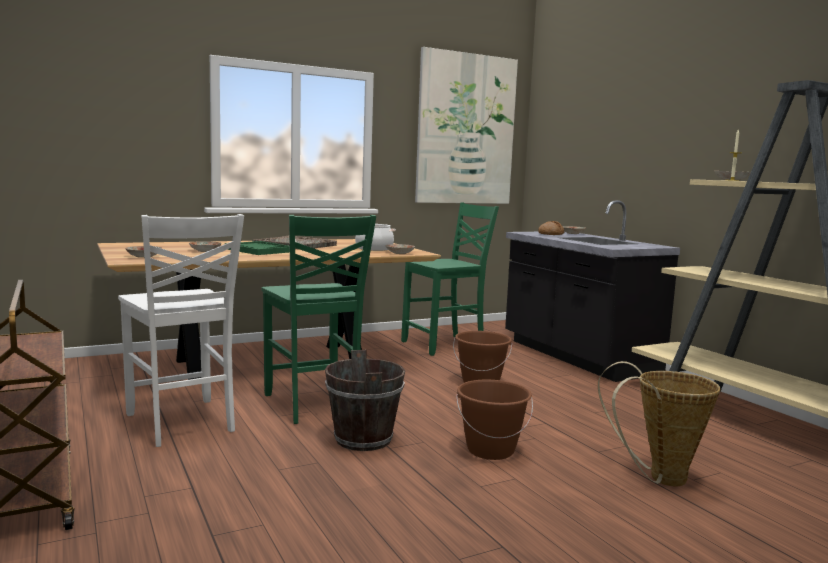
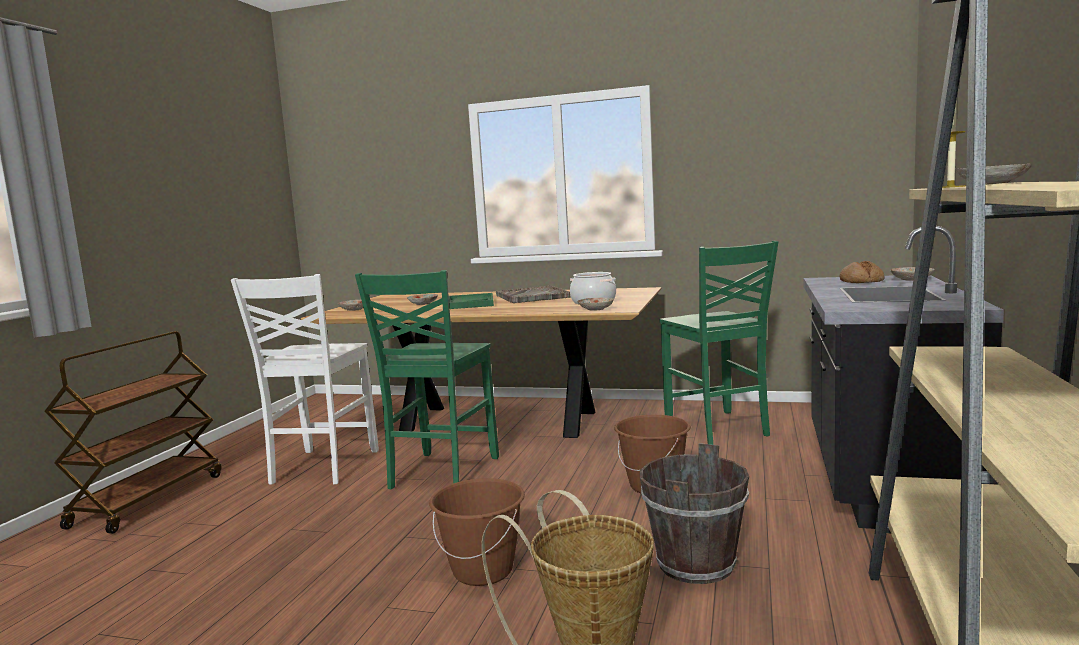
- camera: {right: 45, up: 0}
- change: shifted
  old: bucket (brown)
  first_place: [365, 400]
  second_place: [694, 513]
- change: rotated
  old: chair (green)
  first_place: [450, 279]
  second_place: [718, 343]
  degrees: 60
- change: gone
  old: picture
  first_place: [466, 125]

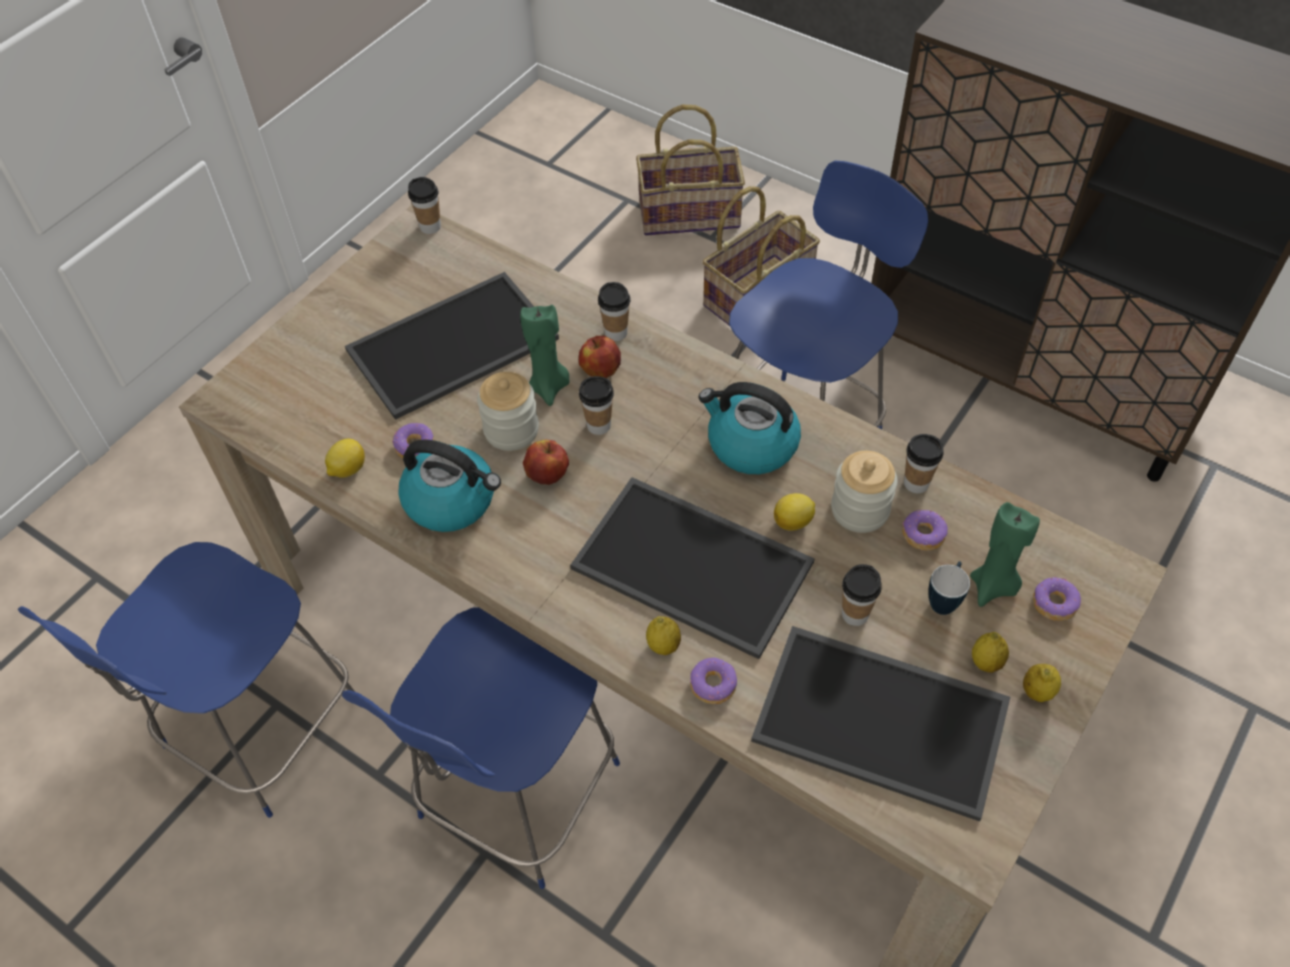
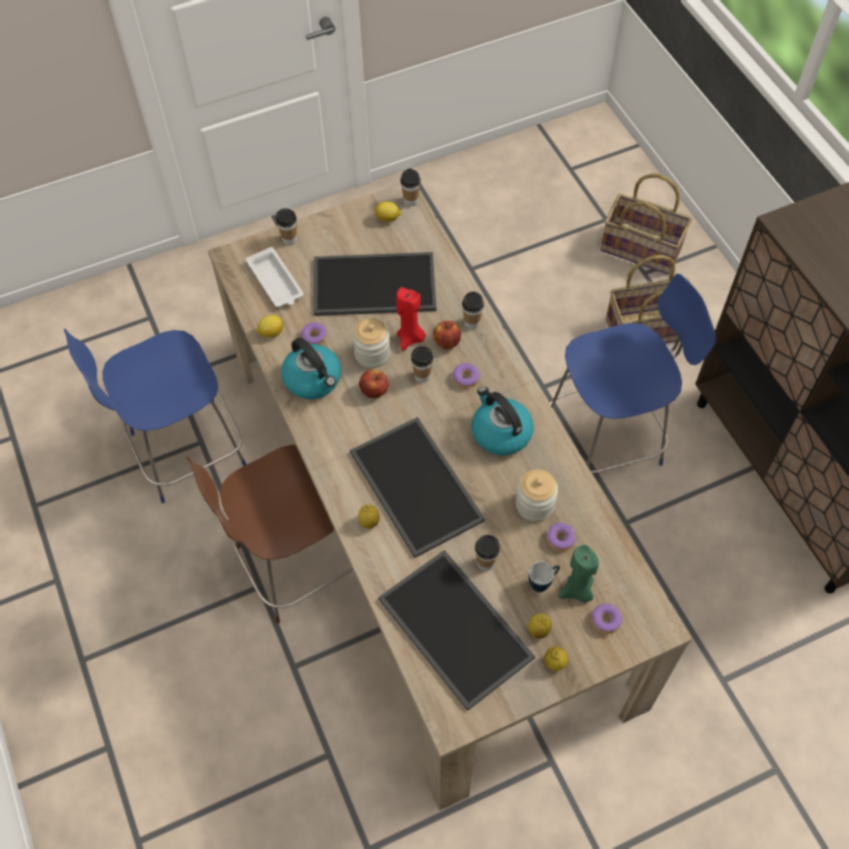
- camera: {right: 30, up: 5}
- change: repainted
  old: chair (blue)
  new: chair (brown)
  first_place: [481, 748]
  second_place: [269, 534]
- change: new
  new: tray (white)
  second_place: [275, 277]
- change: shifted
  old: cup
  first_place: [924, 463]
  second_place: [286, 226]
- change: shifted
  old: lemon
  first_place: [794, 512]
  second_place: [388, 211]
- change: repainted
  old: candle (green)
  new: candle (red)
  first_place: [545, 355]
  second_place: [411, 319]
- change: shifted
  old: donut
  first_place: [713, 681]
  second_place: [466, 376]

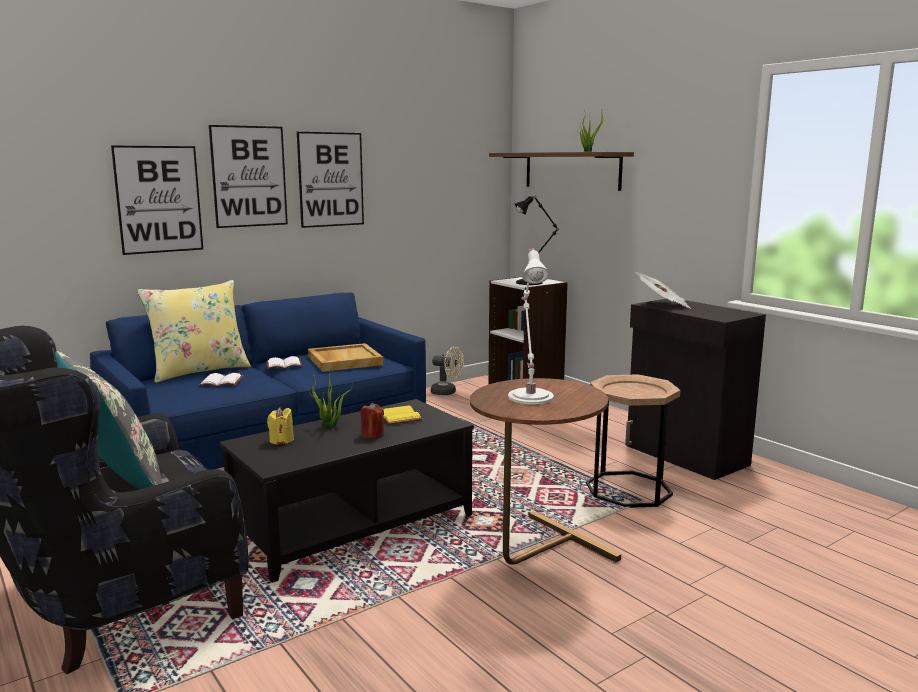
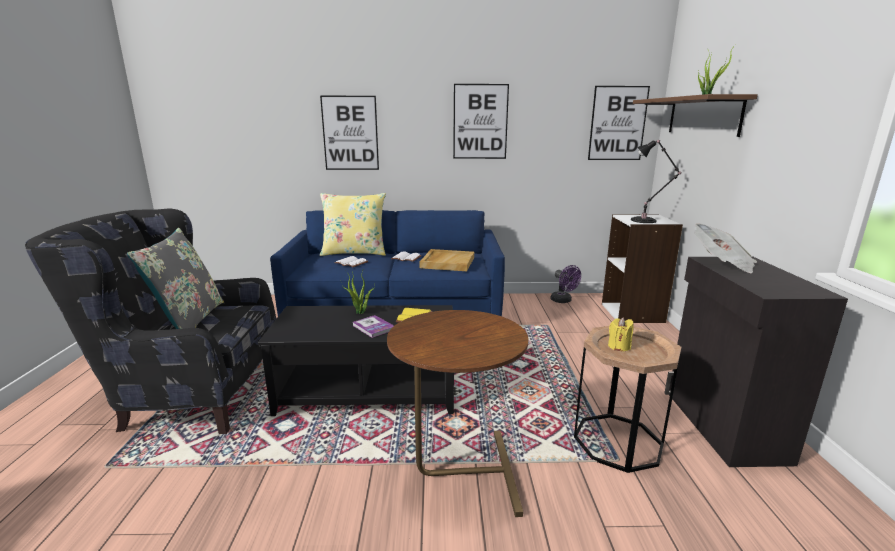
- camera: {right: 35, up: 5}
- change: swapped
  old: candle (red)
  new: book
  first_place: [372, 420]
  second_place: [373, 326]
- change: repainted
  old: fan (beige)
  new: fan (purple)
  first_place: [447, 370]
  second_place: [565, 284]
- change: shifted
  old: picture
  first_place: [248, 176]
  second_place: [619, 123]
- change: shifted
  old: candle (yellow)
  first_place: [280, 426]
  second_place: [621, 334]
- change: gone
  old: table lamp (white)
  first_place: [531, 326]

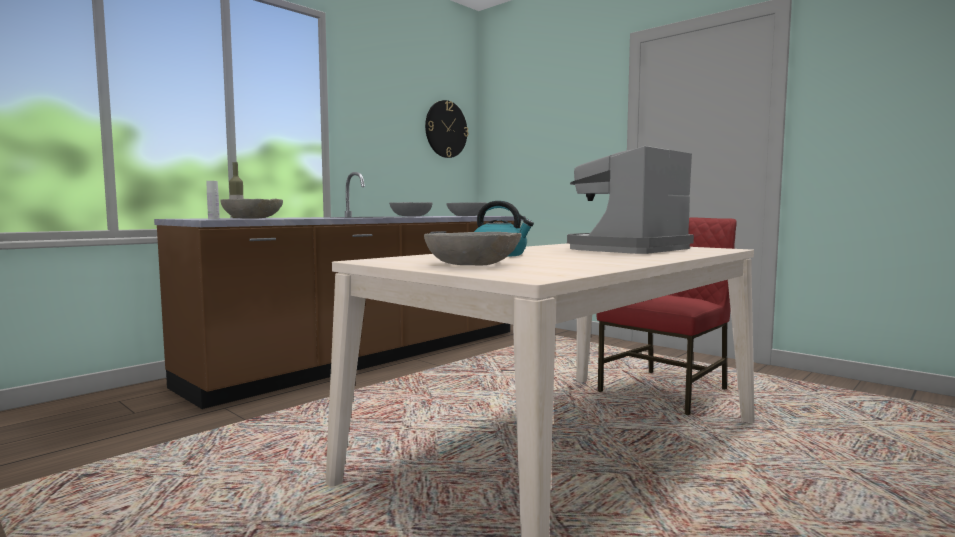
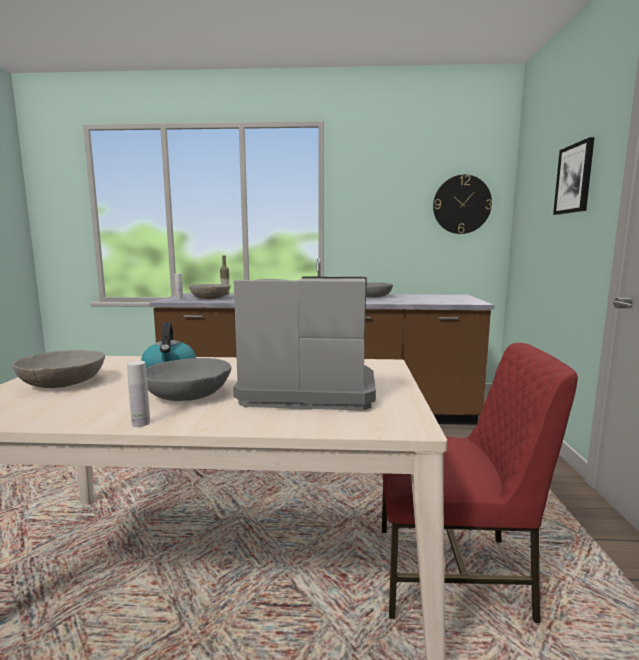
- camera: {right: 50, up: 5}
- change: new
  new: bottle (white)
  second_place: [138, 394]
- change: shifted
  old: bowl (grey)
  first_place: [466, 209]
  second_place: [189, 379]
- change: new
  new: picture
  second_place: [573, 176]

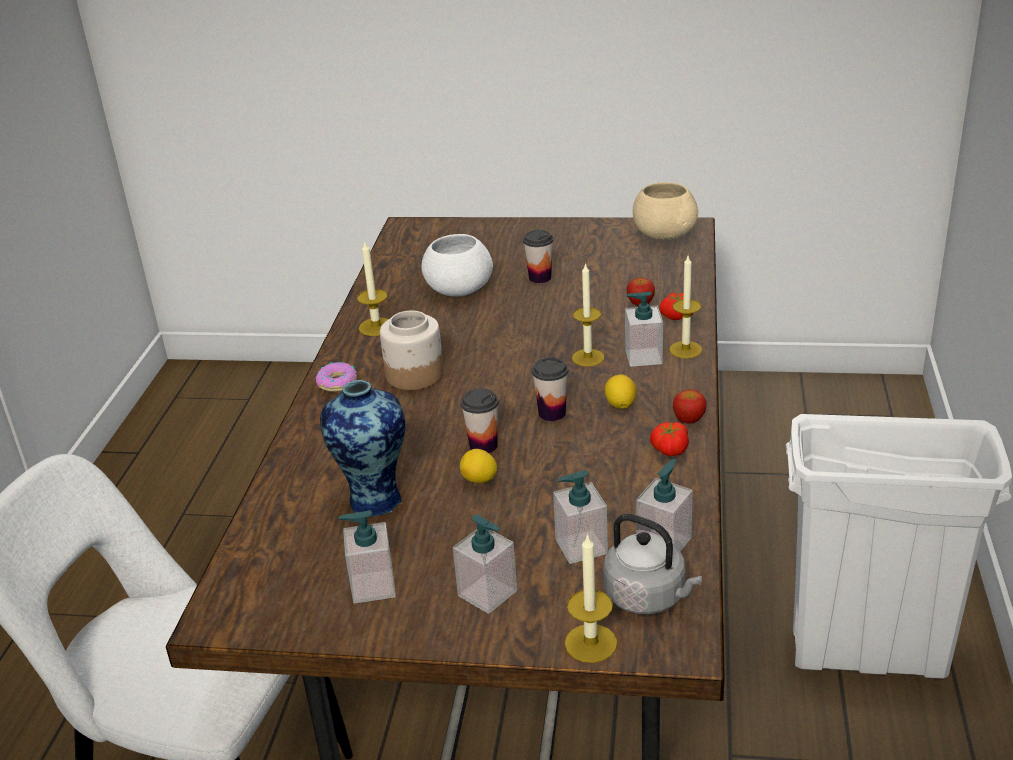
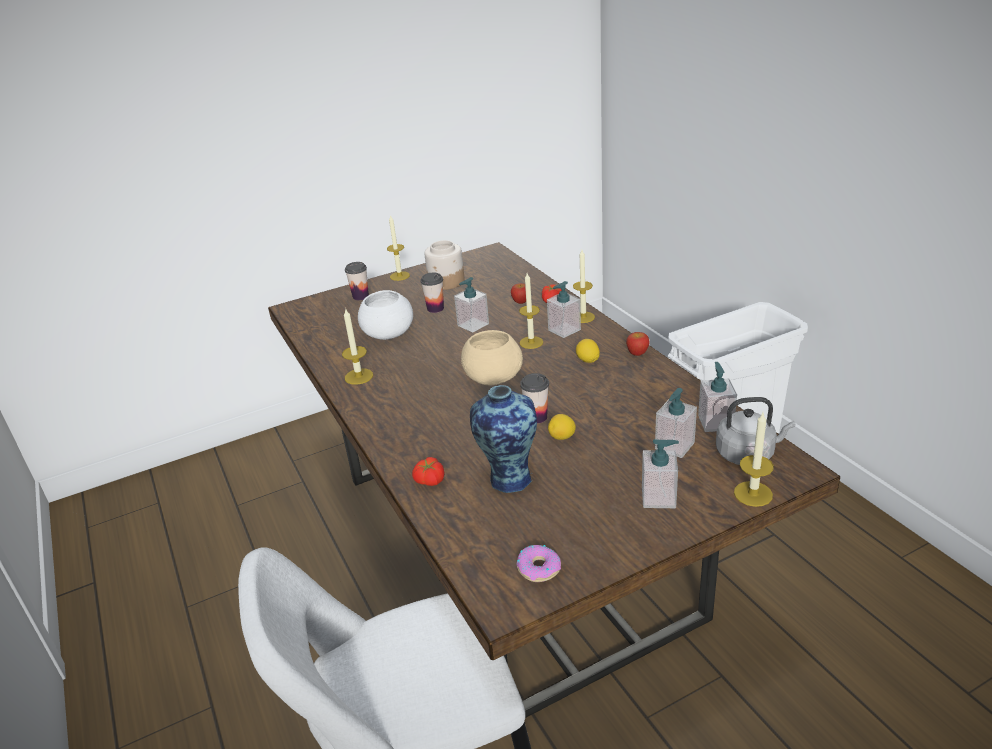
- camera: {right: -35, up: 0}
- change: shifted
  old: cup
  first_place: [550, 389]
  second_place: [357, 281]
- change: new
  new: candle
  second_place: [398, 247]
- change: shifted
  old: tomato
  first_place: [669, 439]
  second_place: [428, 471]
- change: shifted
  old: jar
  first_place: [412, 350]
  second_place: [444, 265]
- change: shifted
  old: soap dispenser
  first_place: [367, 557]
  second_place: [471, 304]
- change: shifted
  old: bowl (beige)
  first_place: [665, 210]
  second_place: [492, 358]
- change: shifted
  old: donut
  first_place: [336, 377]
  second_place: [539, 563]

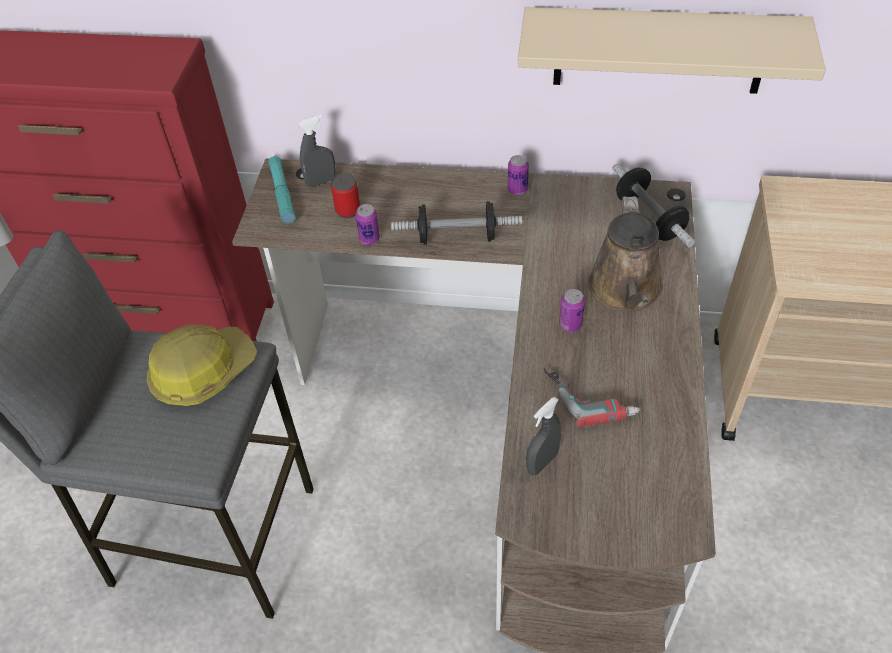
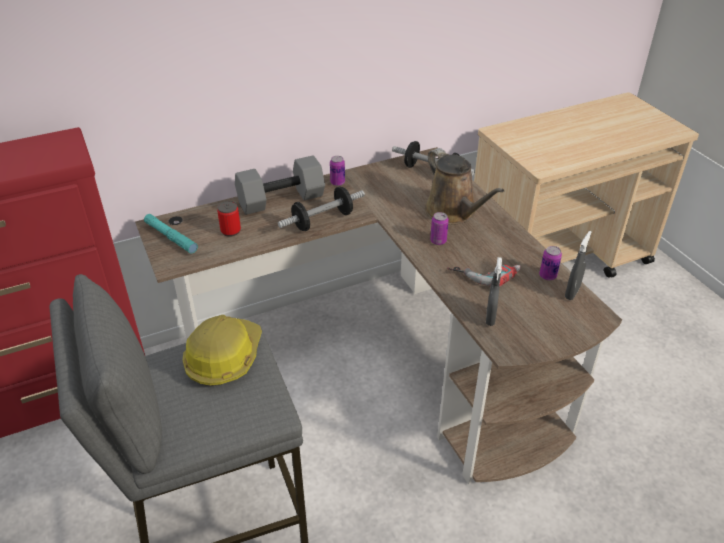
- camera: {right: -35, up: -10}
- change: new
  new: dumbbell (grey)
  second_place: [280, 185]
- change: shifted
  old: can
  first_place: [367, 224]
  second_place: [550, 263]
- change: shifted
  old: spray bottle (grey)
  first_place: [317, 151]
  second_place: [578, 265]
- change: gone
  old: shelf (beige)
  first_place: [672, 50]

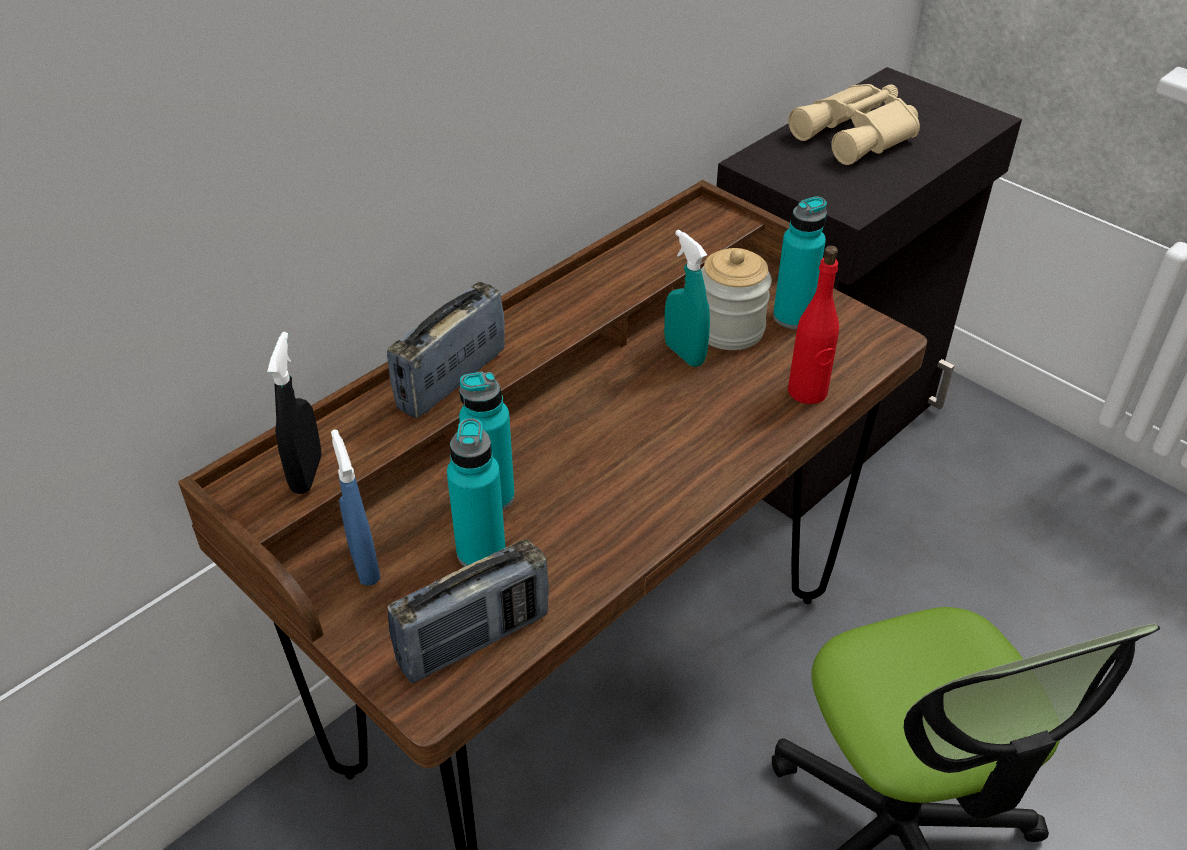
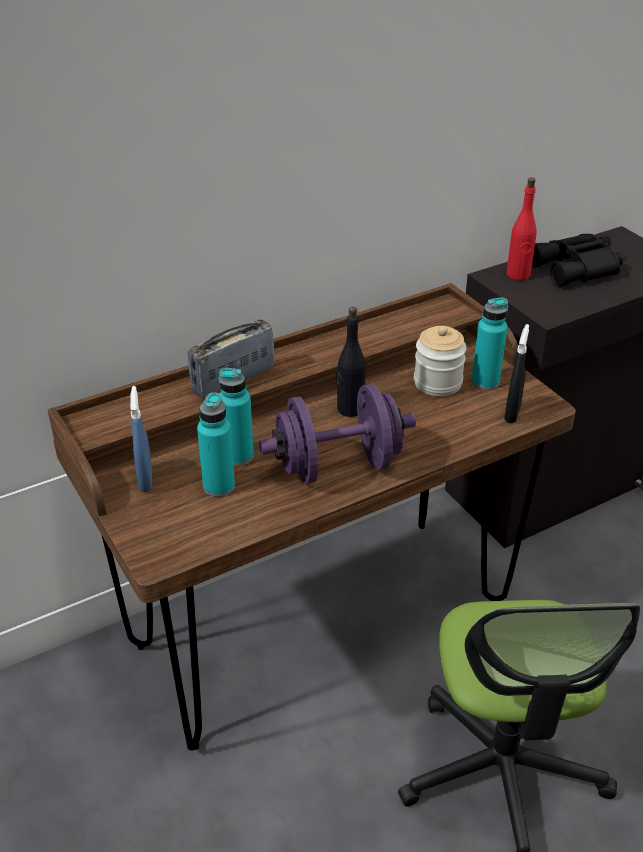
- camera: {right: 15, up: -5}
- change: new
  new: dumbbell (purple)
  second_place: [337, 434]
- change: new
  new: bottle (black)
  second_place: [351, 362]
- change: shifted
  old: spray bottle (black)
  first_place: [294, 413]
  second_place: [516, 373]
- change: shifted
  old: bottle (red)
  first_place: [813, 324]
  second_place: [521, 228]
- change: repainted
  old: binoculars (beige)
  new: binoculars (black)
  first_place: [854, 124]
  second_place: [577, 260]
- change: gone
  old: radio
  first_place: [468, 611]
- change: gone
  old: spray bottle (turquoise)
  first_place: [687, 298]

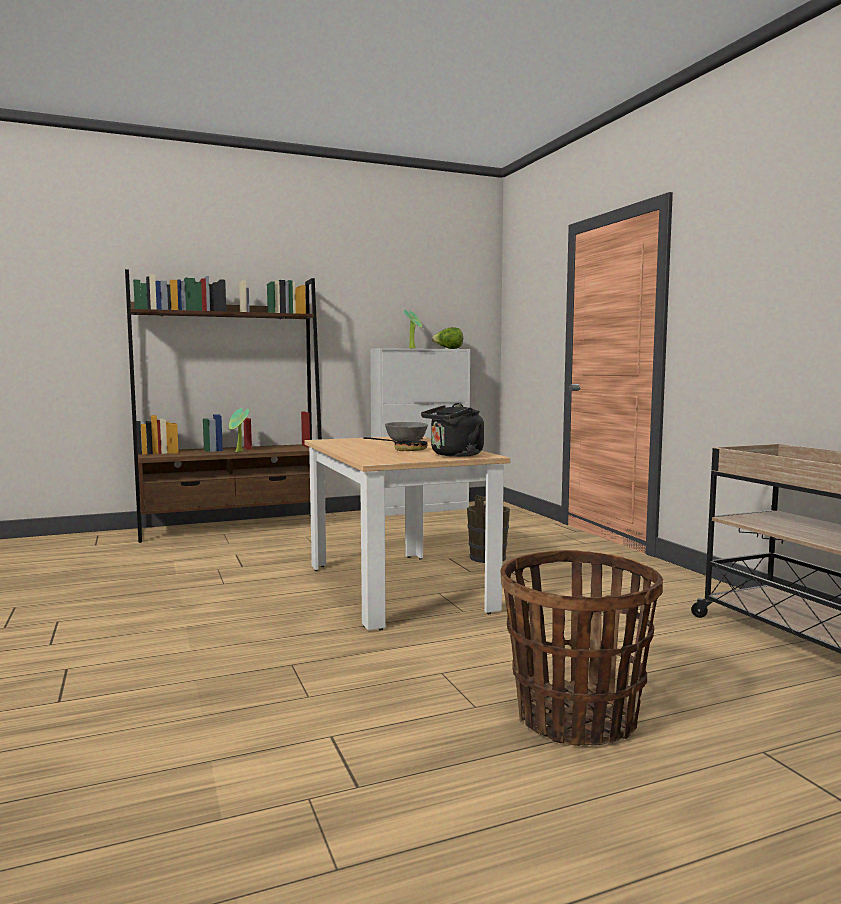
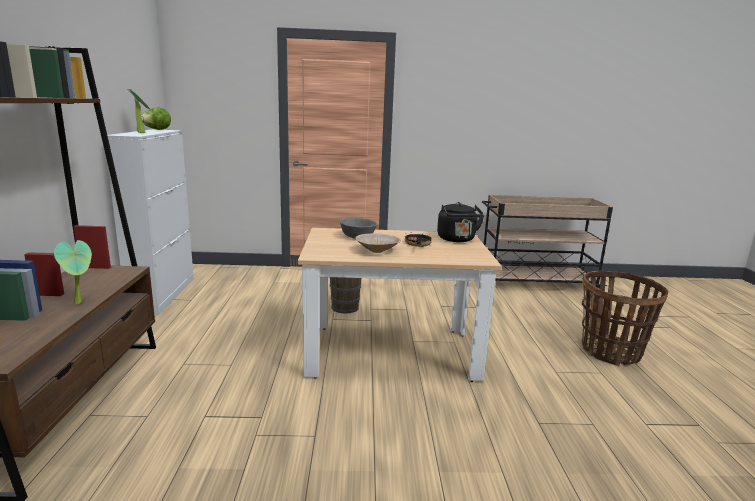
- camera: {right: -70, up: 10}
- change: new
  new: bowl (beige)
  second_place: [378, 243]

